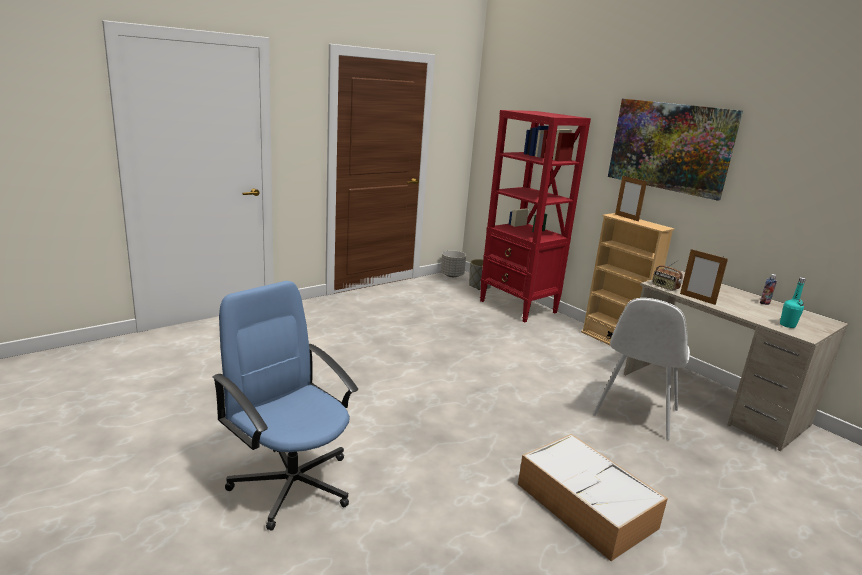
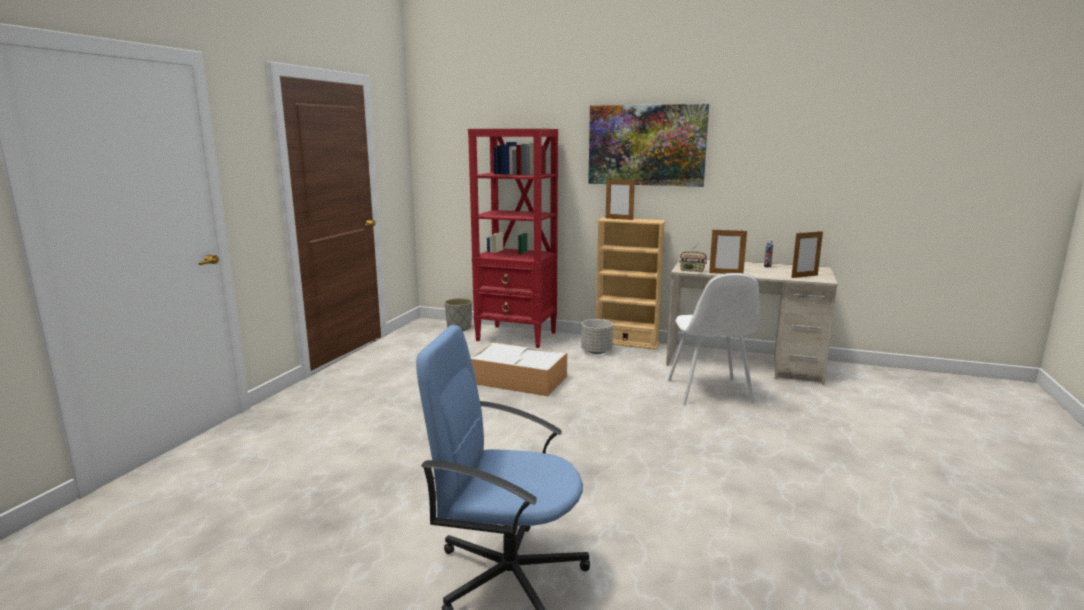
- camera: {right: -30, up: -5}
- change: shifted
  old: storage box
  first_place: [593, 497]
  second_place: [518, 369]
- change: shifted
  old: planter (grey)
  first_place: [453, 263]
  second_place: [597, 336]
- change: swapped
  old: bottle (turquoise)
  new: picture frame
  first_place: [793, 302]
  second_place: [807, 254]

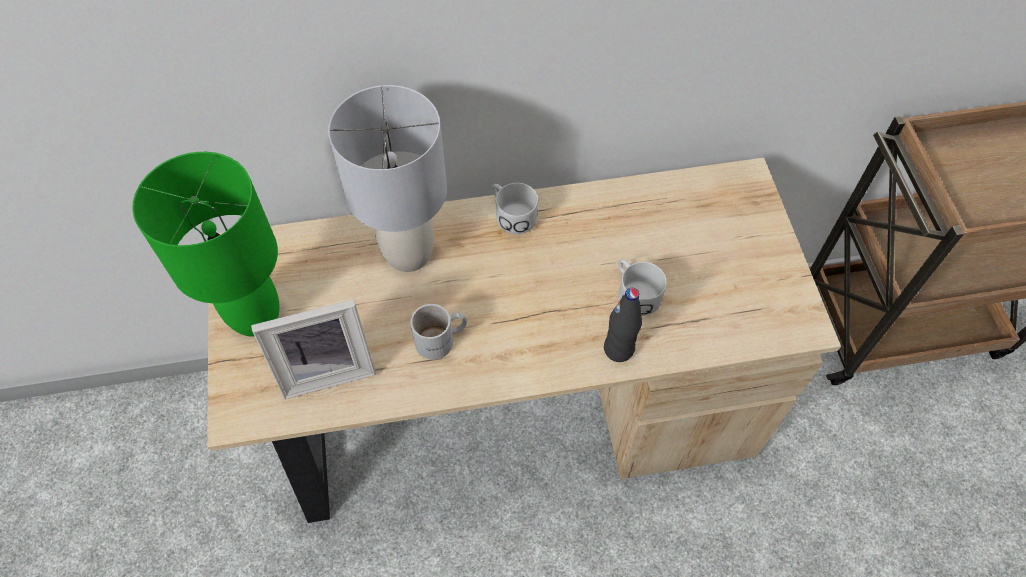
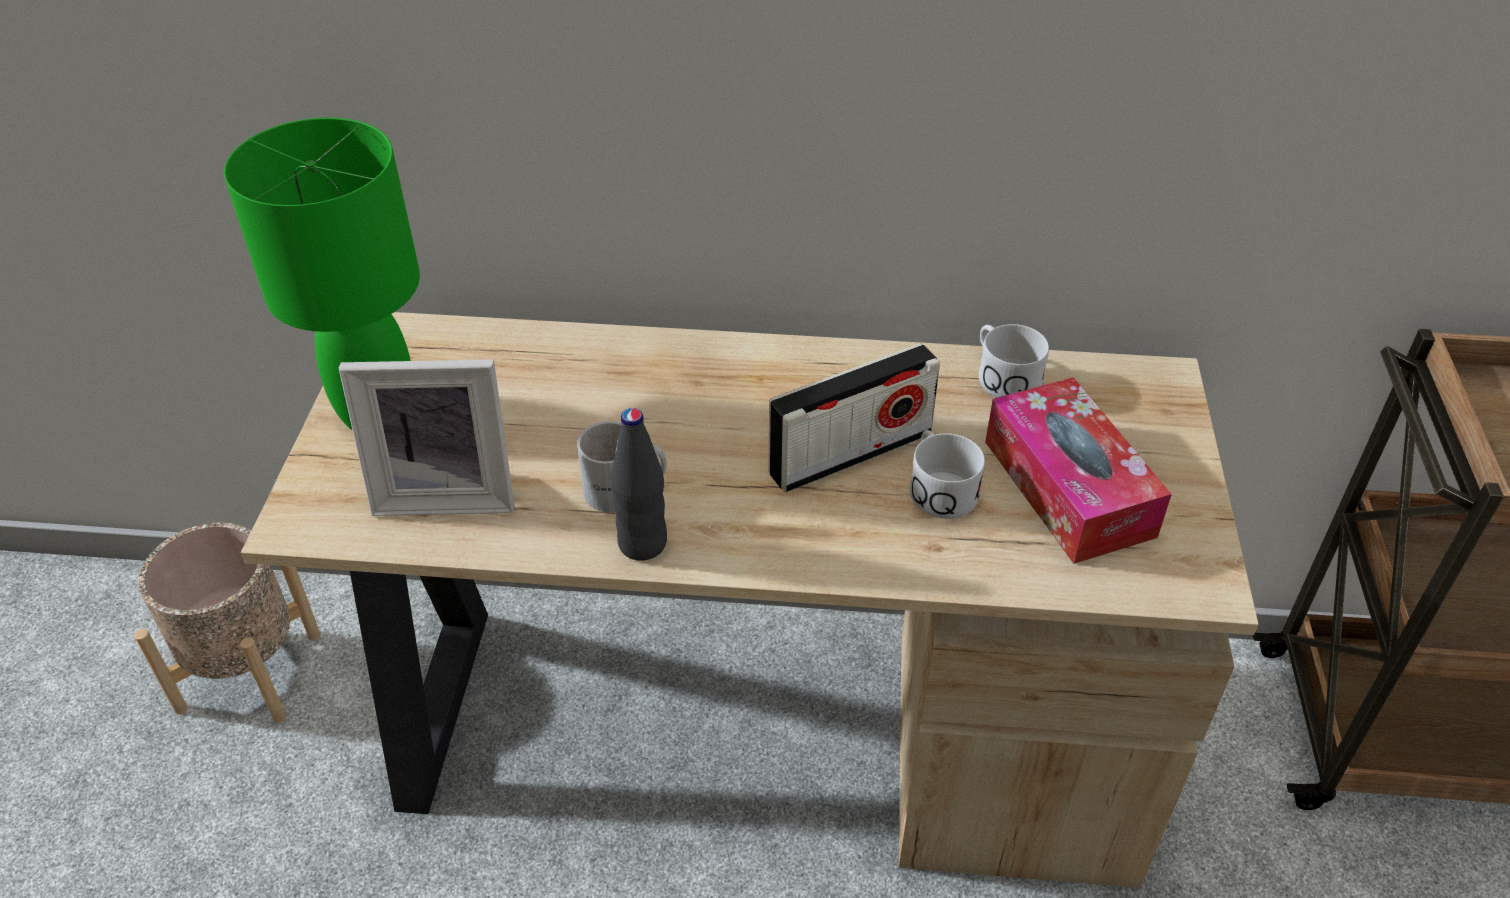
- camera: {right: 15, up: -15}
- change: new
  new: planter (beige)
  second_place: [227, 623]
- change: shifted
  old: bottle (black)
  first_place: [623, 325]
  second_place: [639, 484]
- change: new
  new: radio
  second_place: [854, 418]
- change: shifted
  old: mug (white)
  first_place: [515, 208]
  second_place: [1014, 361]
- change: new
  new: tissue box
  second_place: [1078, 470]
- change: gone
  old: table lamp (grey)
  first_place: [387, 178]

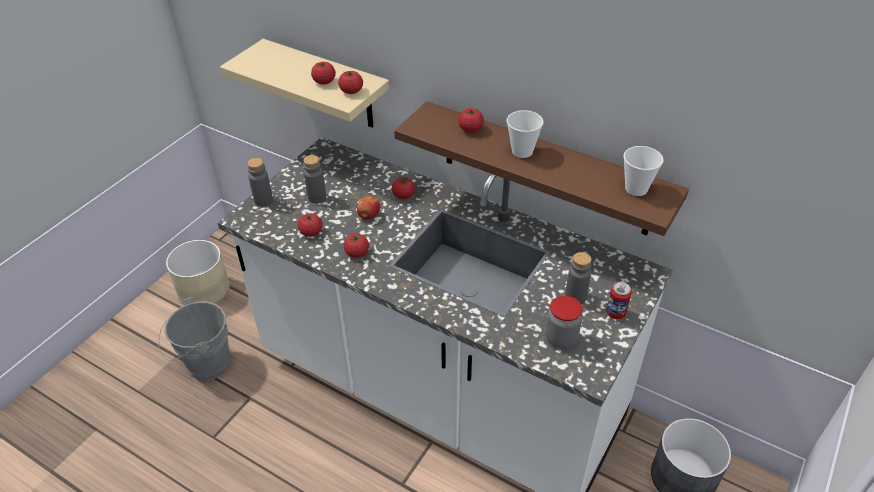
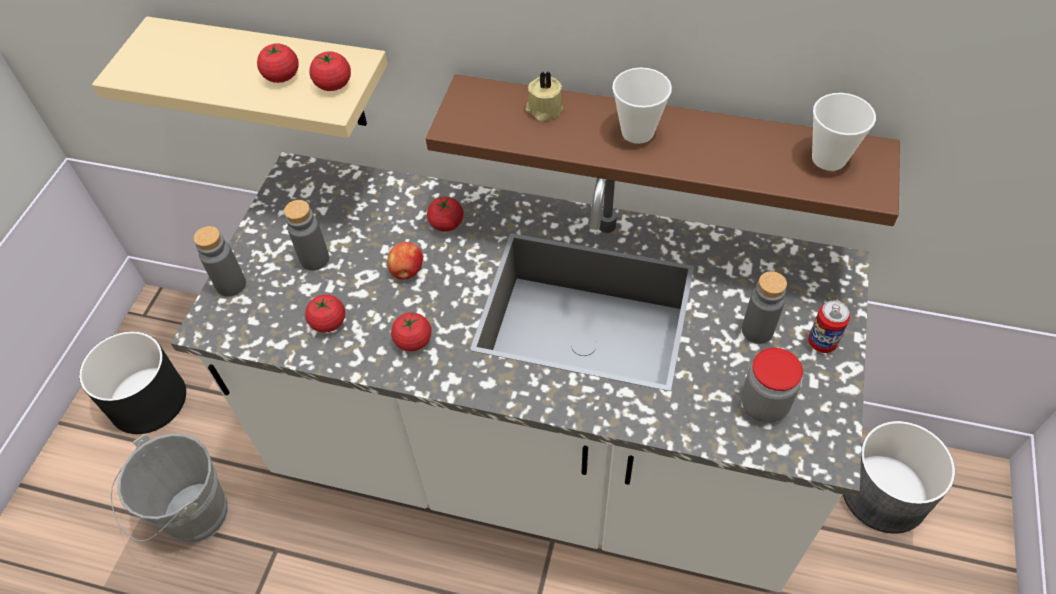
- camera: {right: -15, up: 10}
- change: repainted
  old: planter (beige)
  new: planter (black)
  first_place: [198, 272]
  second_place: [132, 382]
- change: swapped
  old: tomato
  new: candle (beige)
  first_place: [471, 120]
  second_place: [544, 96]

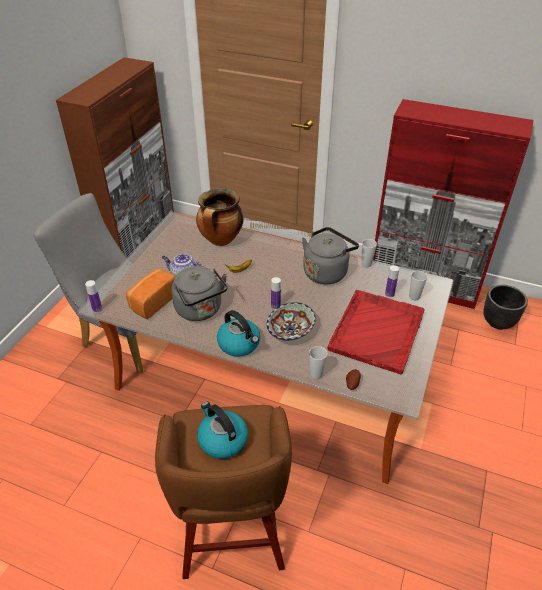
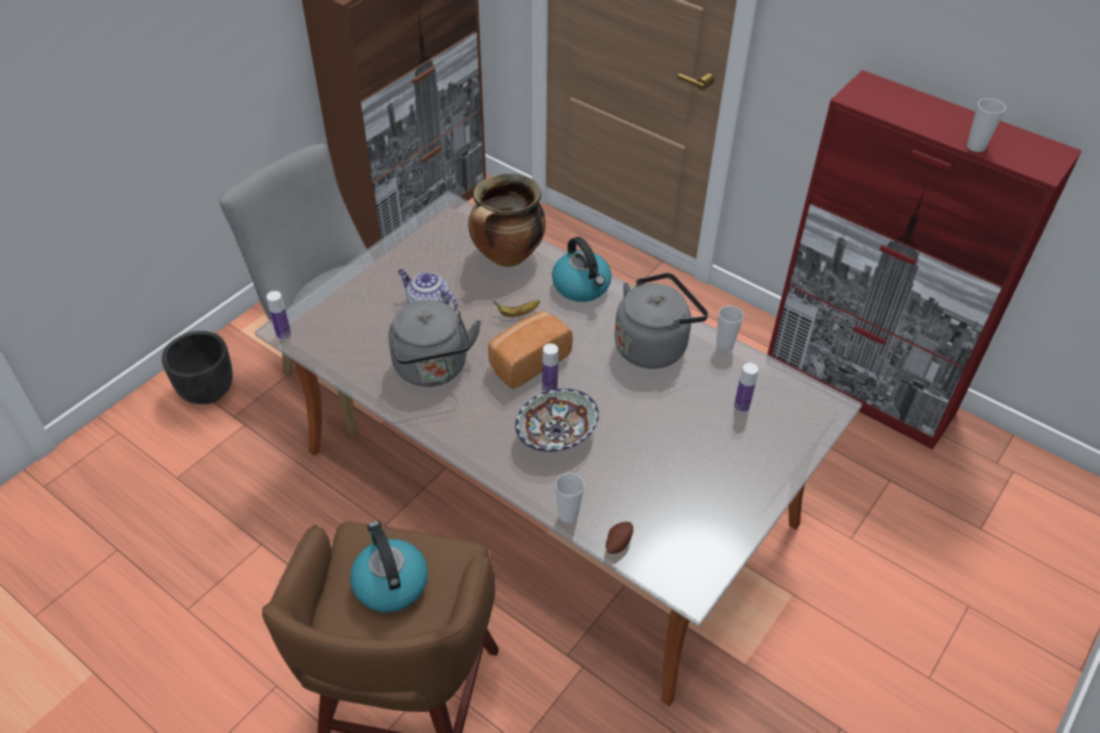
- camera: {right: 15, up: 5}
- change: shifted
  old: planter (black)
  first_place: [505, 307]
  second_place: [197, 367]
- change: shifted
  old: bread
  first_place: [150, 294]
  second_place: [530, 350]
- change: shifted
  old: kettle
  first_place: [238, 333]
  second_place: [582, 269]
- change: shifted
  old: cup
  first_place: [418, 285]
  second_place: [986, 125]
- change: gone
  old: tray (red)
  first_place: [376, 332]

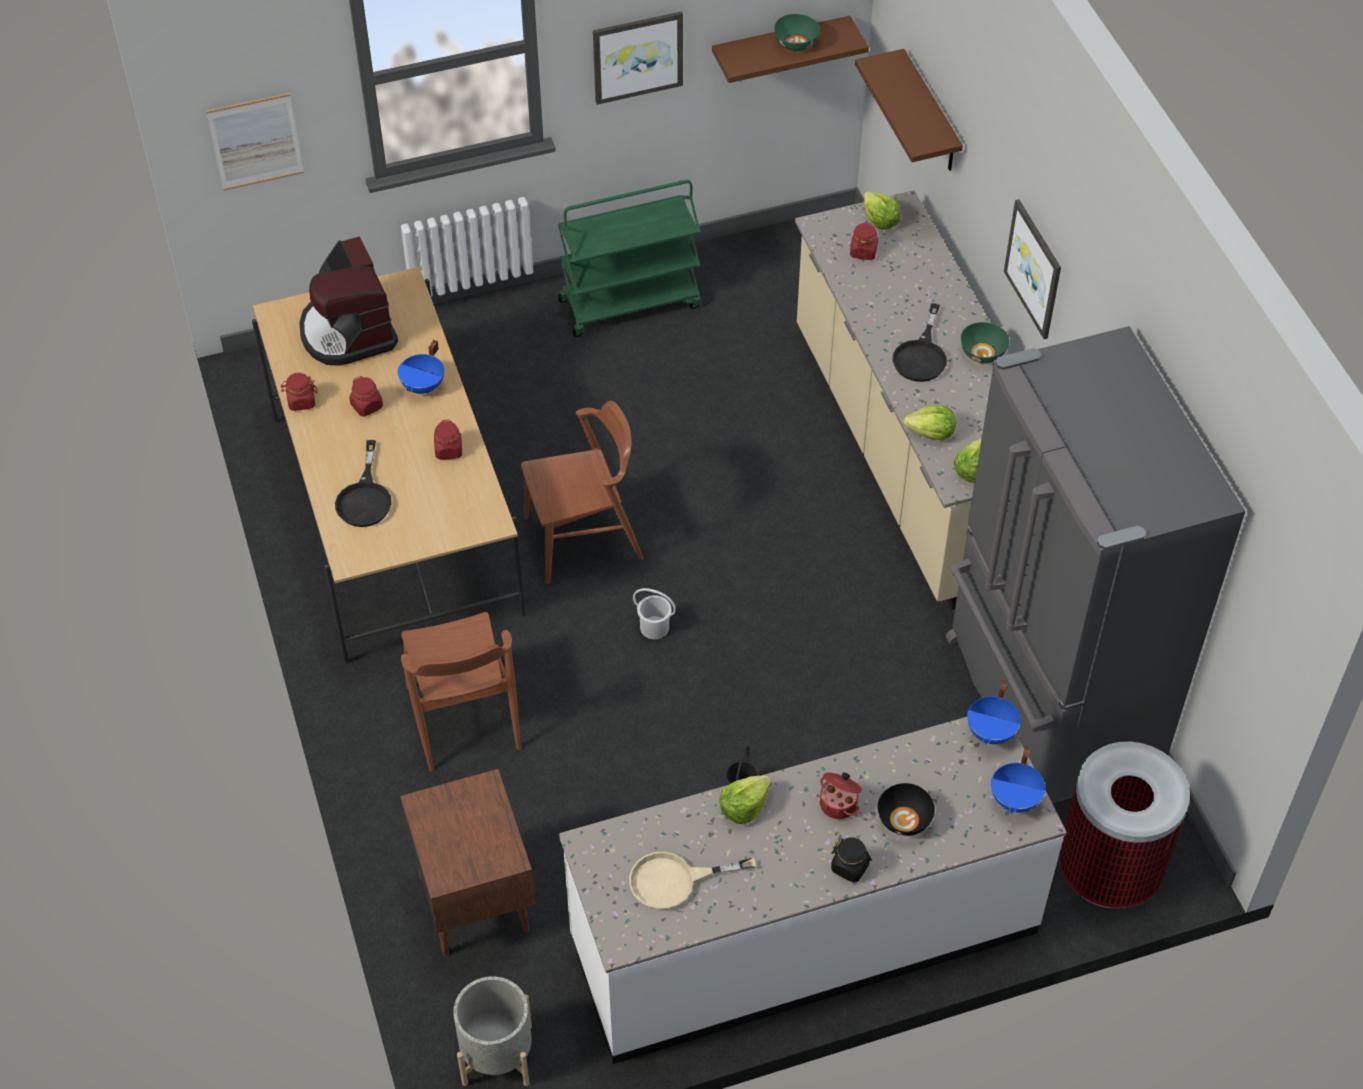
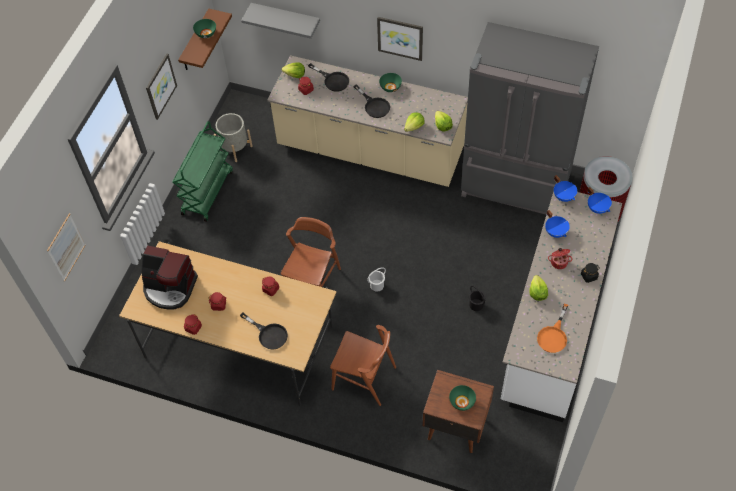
- camera: {right: -50, up: 5}
- change: shifted
  old: planter (grey)
  first_place: [492, 1031]
  second_place: [233, 137]
- change: repainted
  old: shelf (brown)
  new: shelf (grey)
  first_place: [909, 110]
  second_place: [280, 21]
- change: new
  new: frying pan (black)
  second_place: [328, 77]
- change: new
  new: bowl (green)
  second_place: [462, 398]
- change: repainted
  old: frying pan (beige)
  new: frying pan (orange)
  first_place: [692, 880]
  second_place: [553, 328]
- change: shifted
  old: cooking pot (blue)
  first_place: [421, 367]
  second_place: [557, 224]
- change: gone
  old: bowl (black)
  first_place: [906, 809]

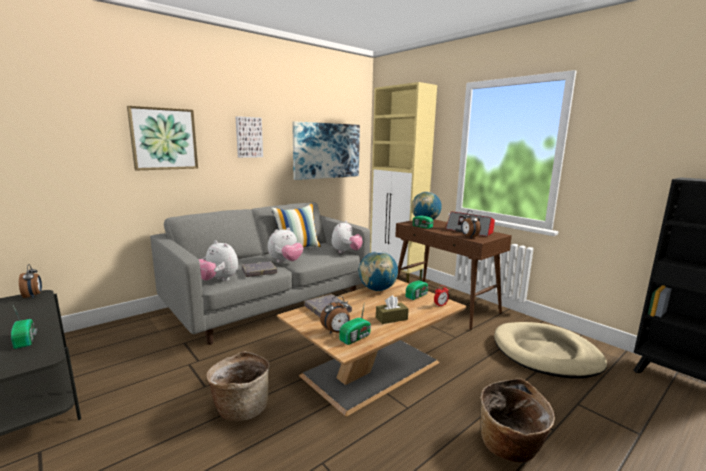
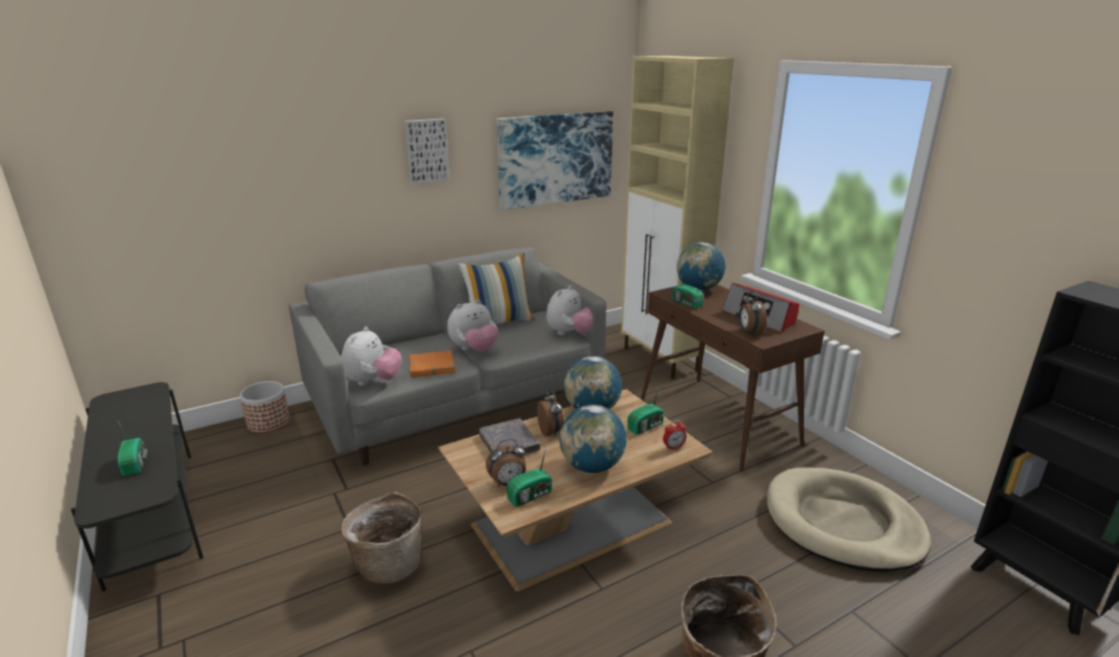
- camera: {right: 10, up: 10}
- change: new
  new: planter
  second_place: [265, 407]
- change: rotated
  old: plush toy
  first_place: [218, 260]
  second_place: [371, 356]
  degrees: -120
- change: repainted
  old: book (grey)
  new: book (orange)
  first_place: [259, 269]
  second_place: [432, 364]
- change: shifted
  old: alarm clock
  first_place: [30, 281]
  second_place: [550, 413]
- change: swapped
  old: tissue box (brown)
  new: globe
  first_place: [392, 309]
  second_place: [593, 439]
- change: gone
  old: picture
  first_place: [162, 138]

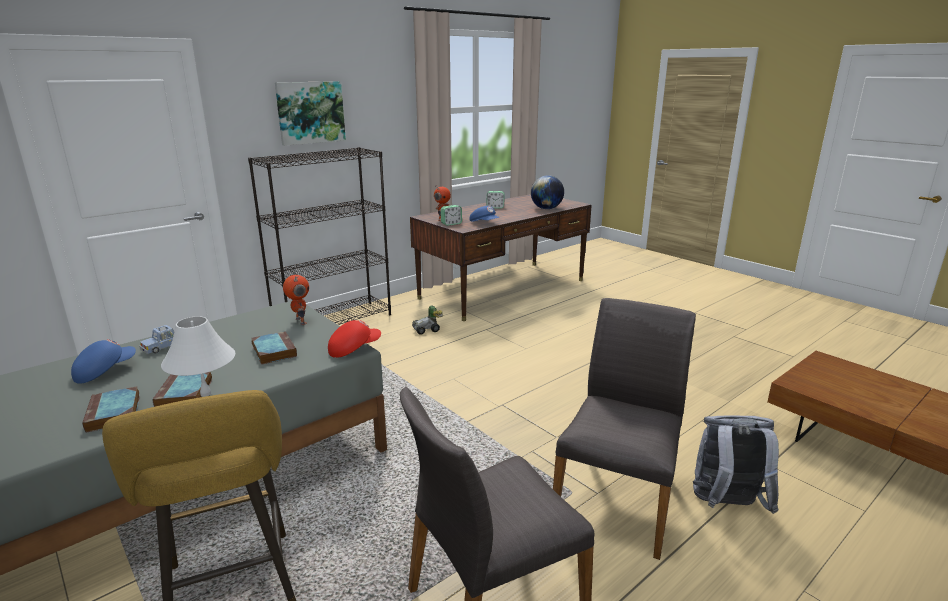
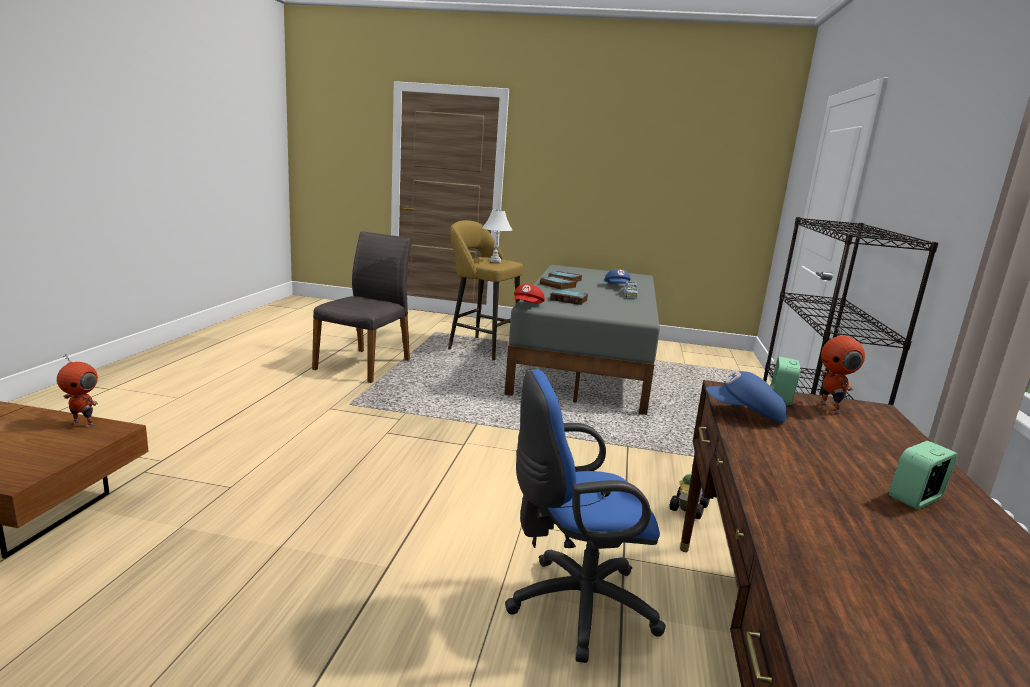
- camera: {right: 140, up: -5}
- change: shifted
  old: toy robot
  first_place: [296, 300]
  second_place: [77, 391]
- change: new
  new: office chair (blue)
  second_place: [585, 516]
- change: gone
  old: picture
  first_place: [310, 113]
- change: gone
  old: globe
  first_place: [547, 192]
- change: gone
  old: chair (grey)
  first_place: [624, 429]
- change: gone
  old: backpack (grey)
  first_place: [736, 464]

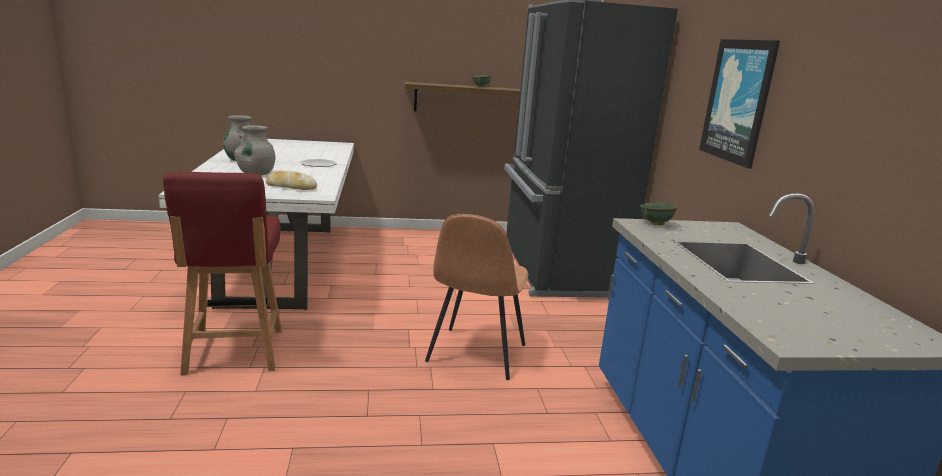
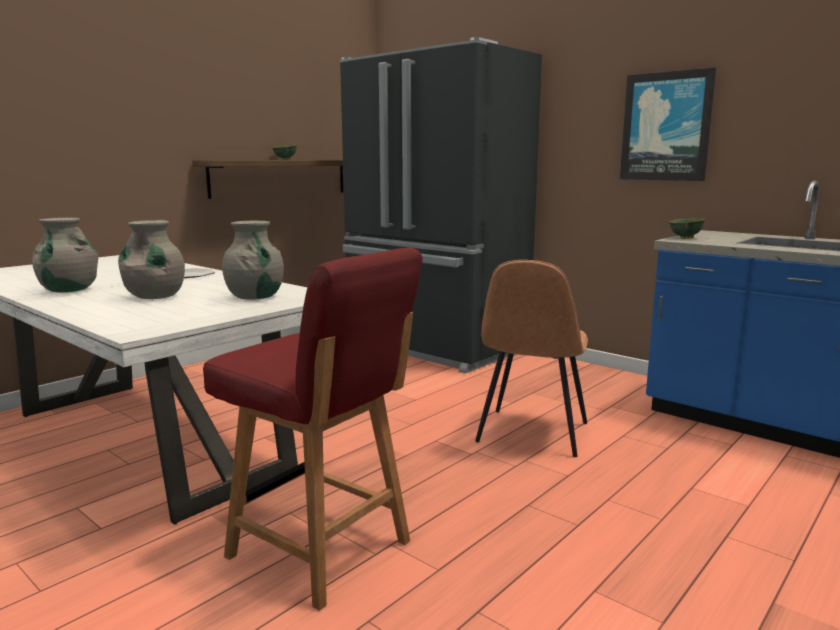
- camera: {right: -40, up: -5}
- change: swapped
  old: bread
  new: vase (grey)
  first_place: [291, 180]
  second_place: [253, 260]
- change: rotated
  old: chair (brown)
  first_place: [476, 297]
  second_place: [531, 358]
  degrees: 45

